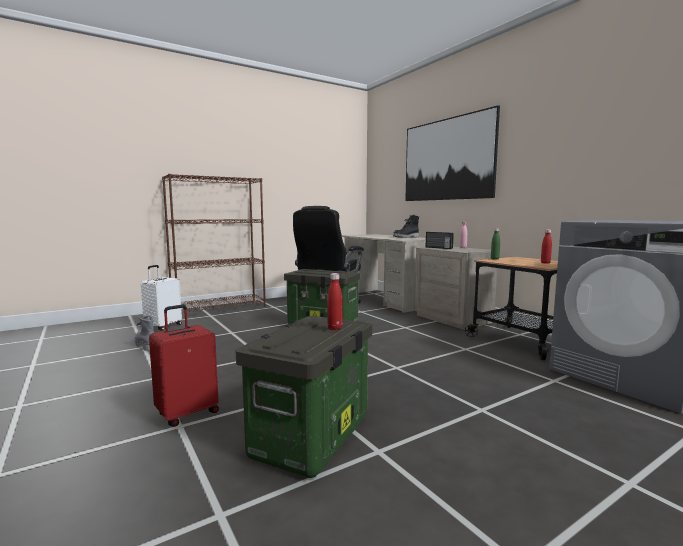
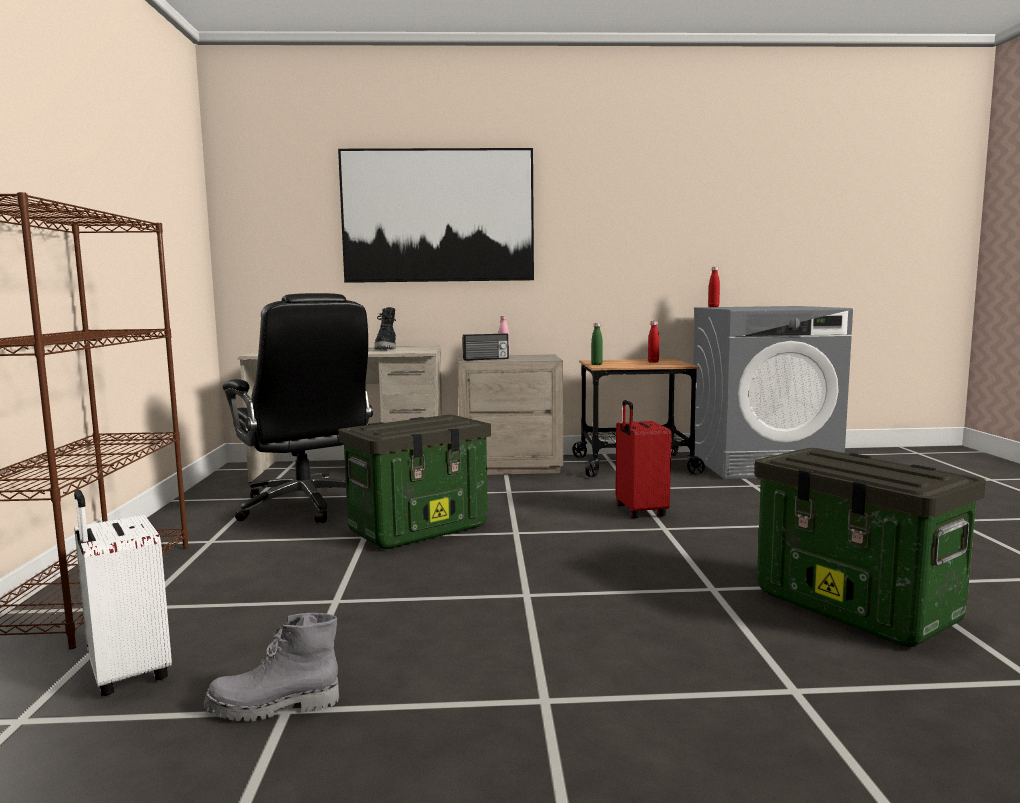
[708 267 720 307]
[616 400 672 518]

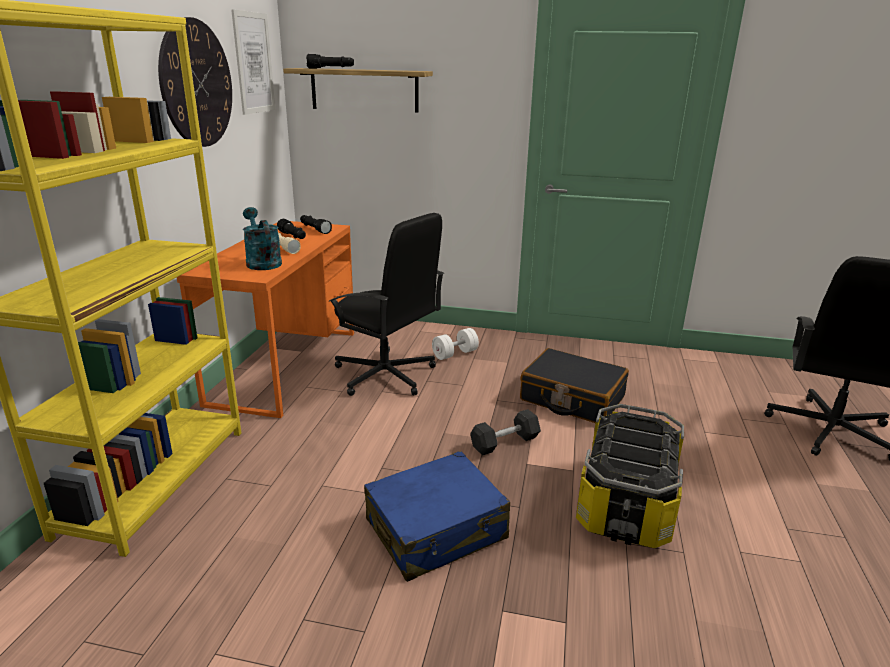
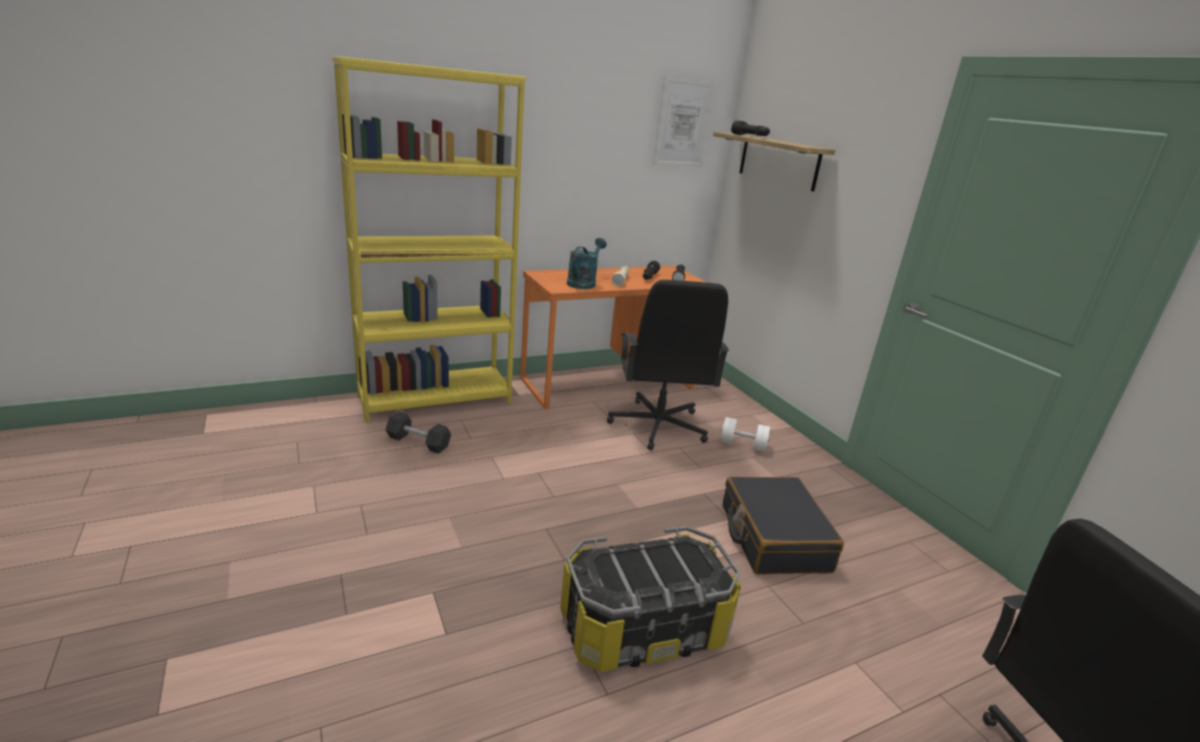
[158 17 232 147] (first image)
[385 411 451 454]
[364 451 510 582] (first image)

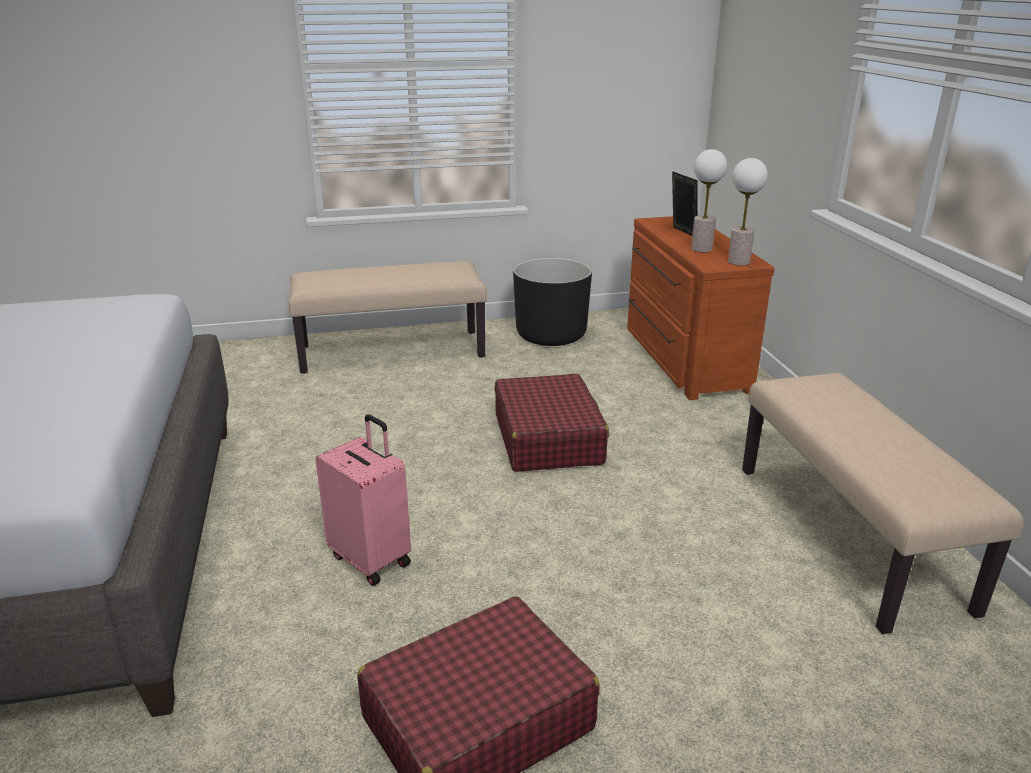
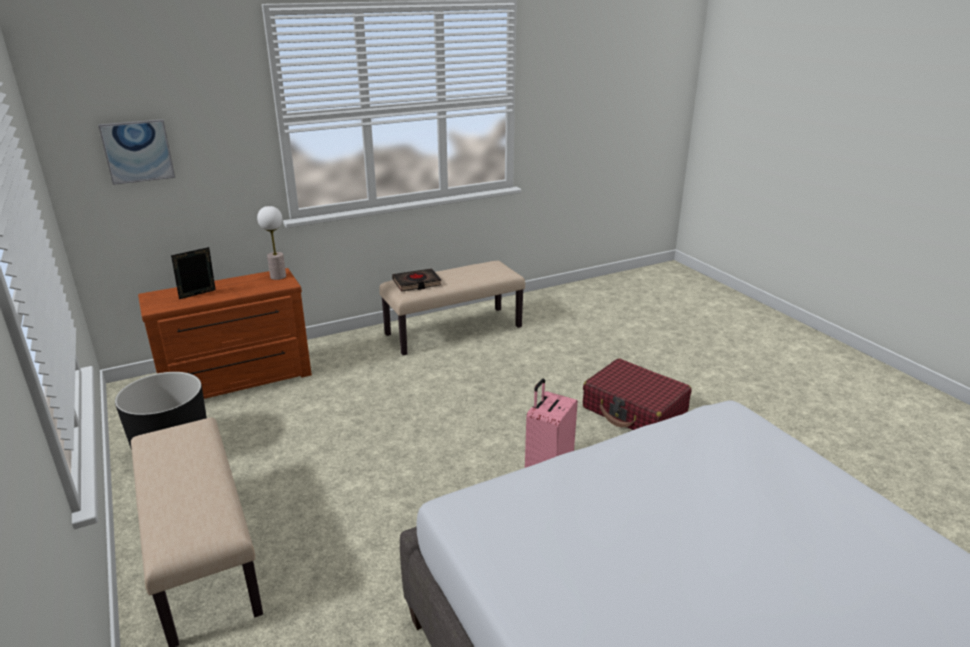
[691 149 727 252] (first image)
[495 374 609 472] (first image)
[98 119 175 185]
[392 268 441 292]

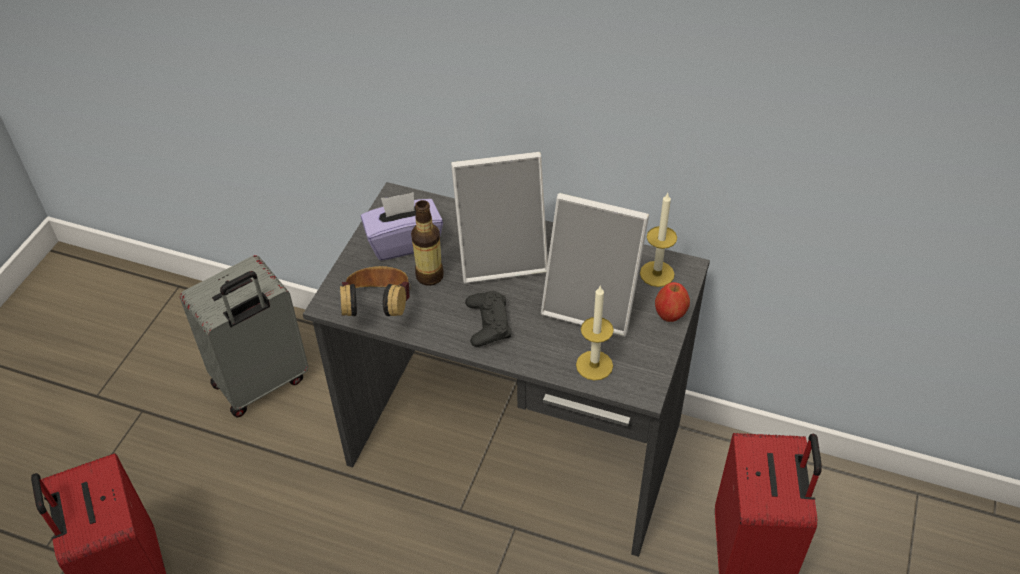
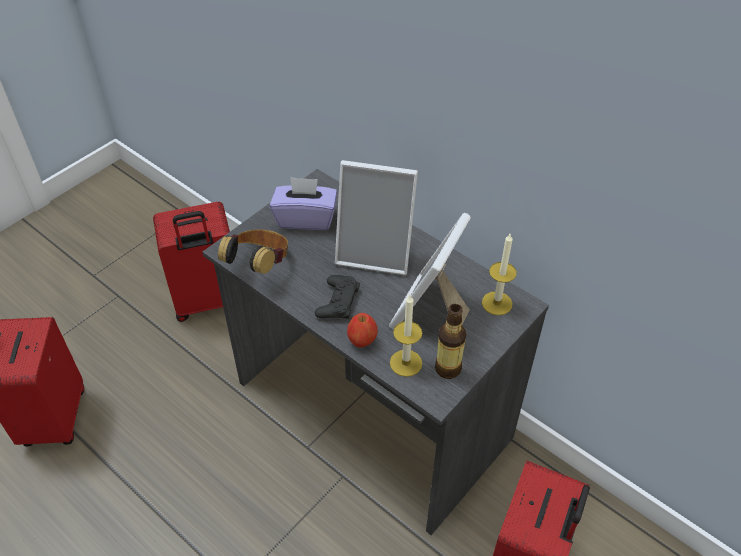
[389 213 471 330]
[435 304 466 379]
[153 202 230 322]
[347 313 378 347]

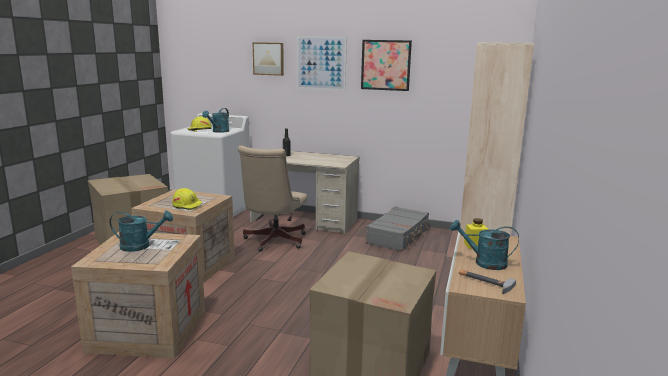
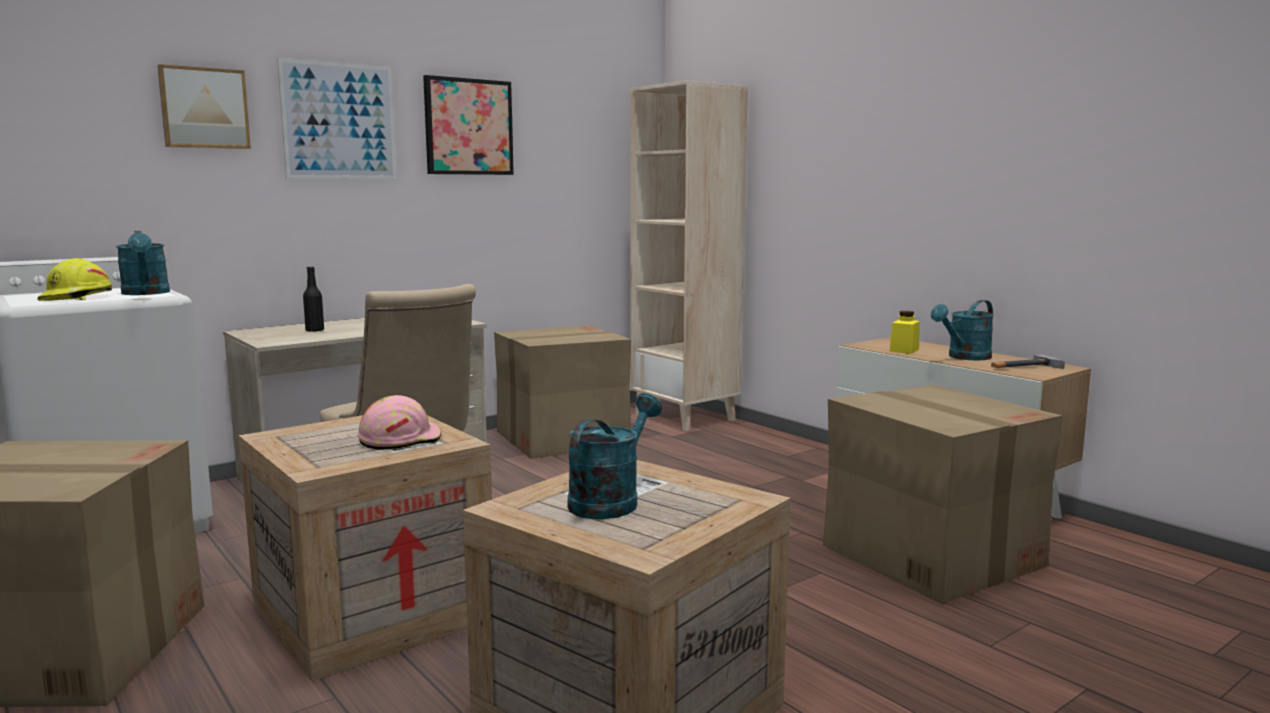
[358 395 441 450]
[494 325 631 459]

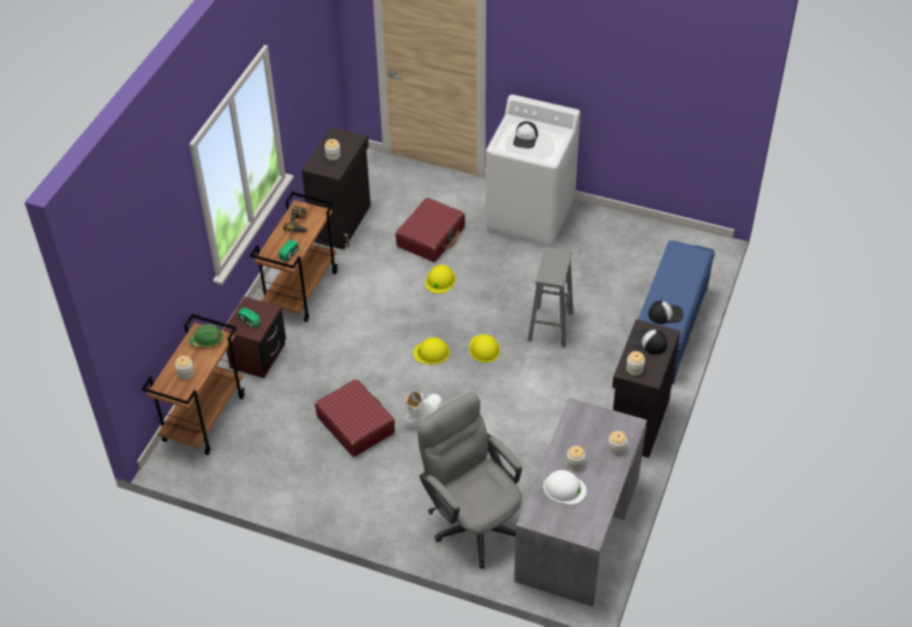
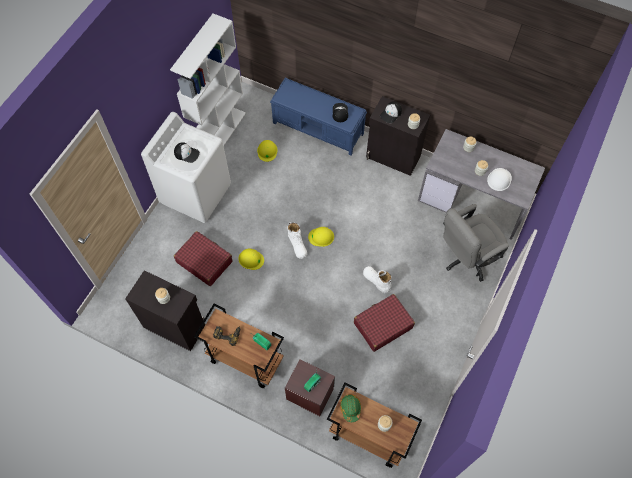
[528 247 573 347] (first image)
[257 140 278 162]
[170 14 246 146]
[287 223 307 259]

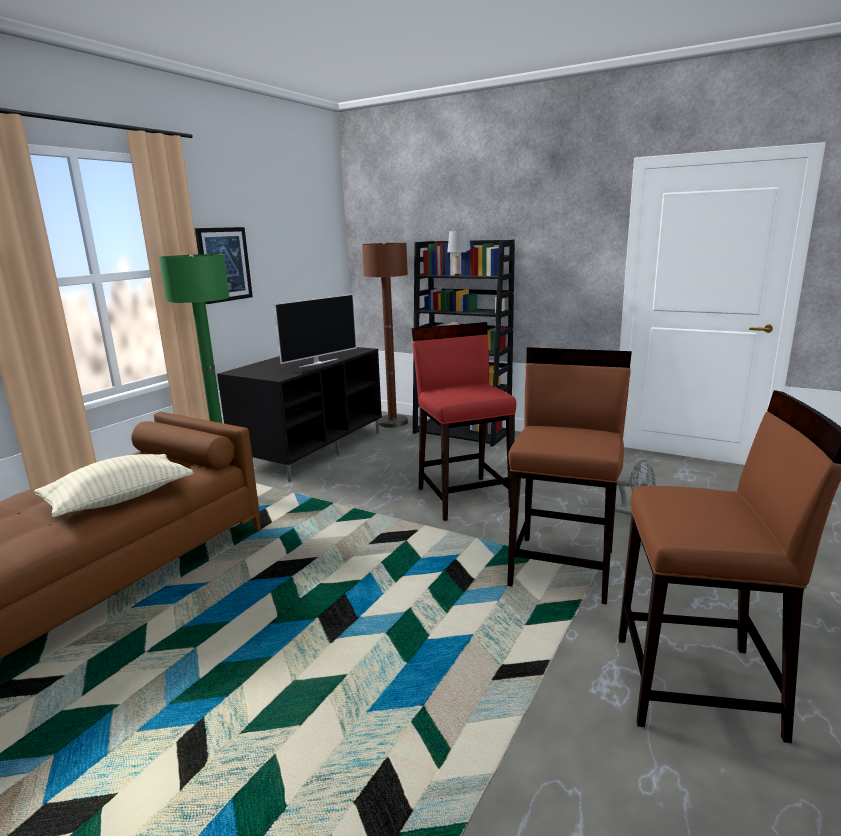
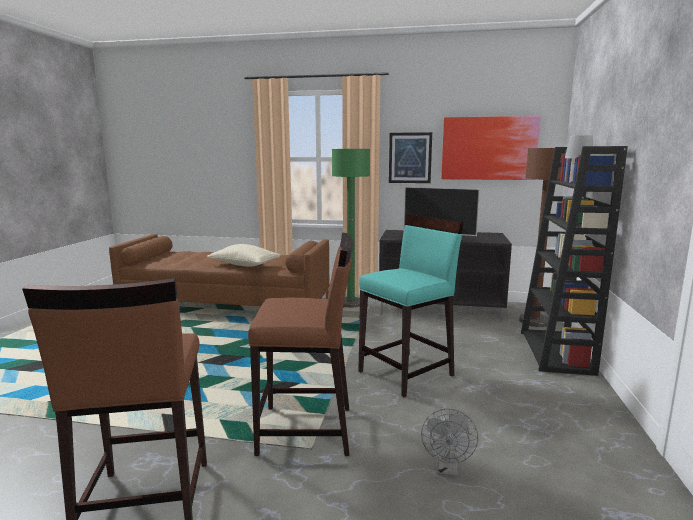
[358 214 464 397]
[441 116 541 180]

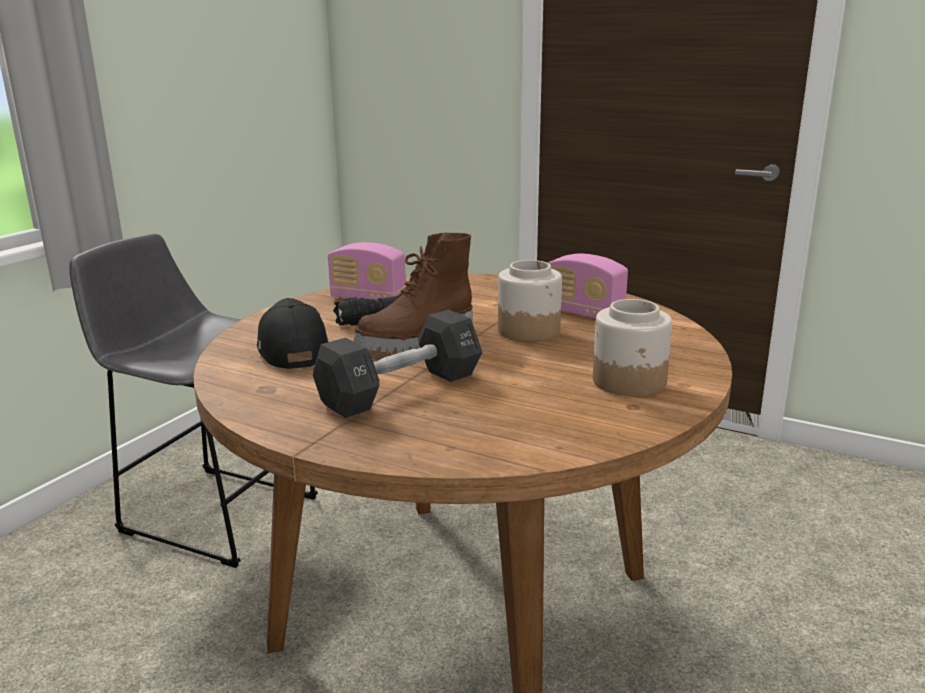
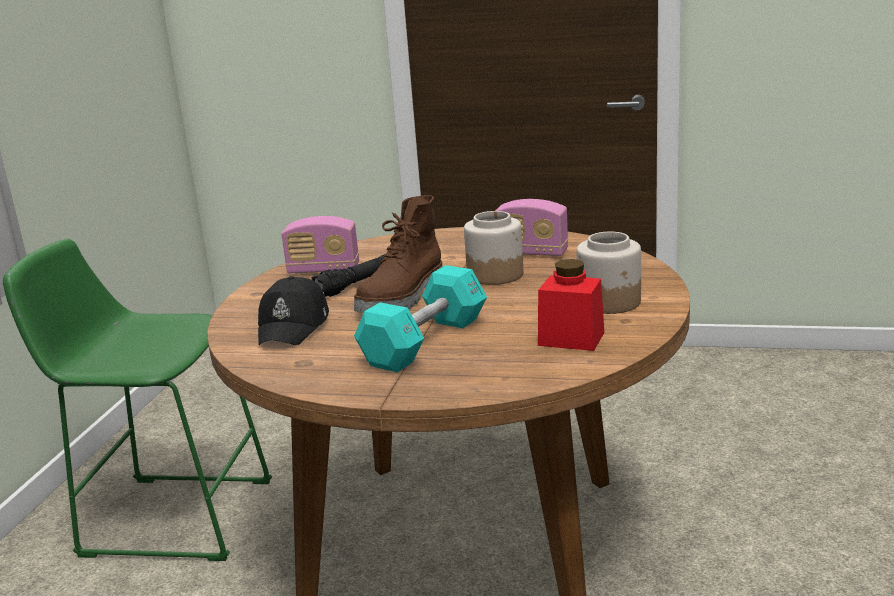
[3 239 272 561]
[258 276 329 345]
[354 265 487 372]
[538 259 604 351]

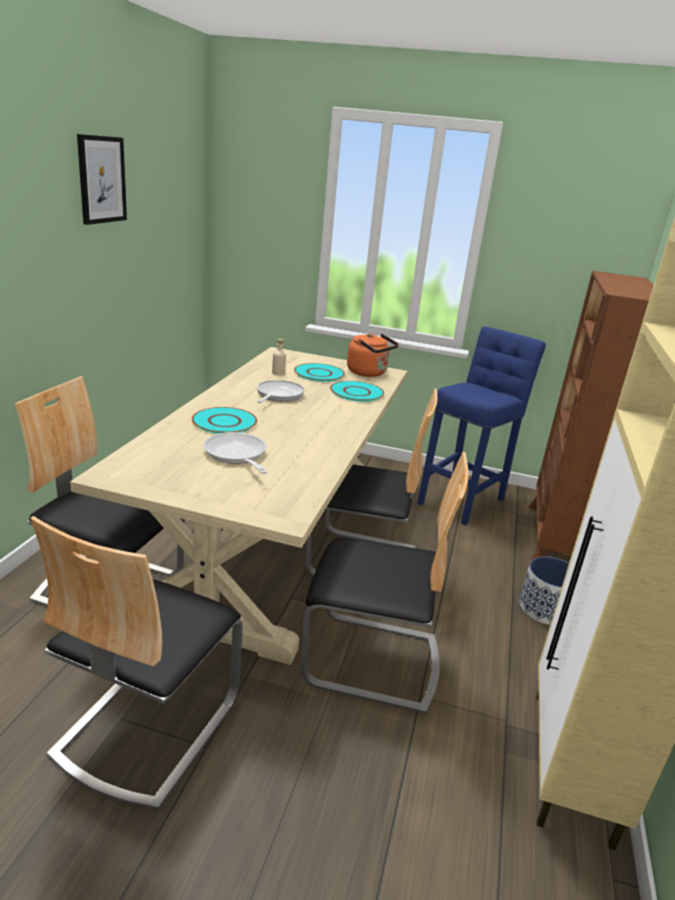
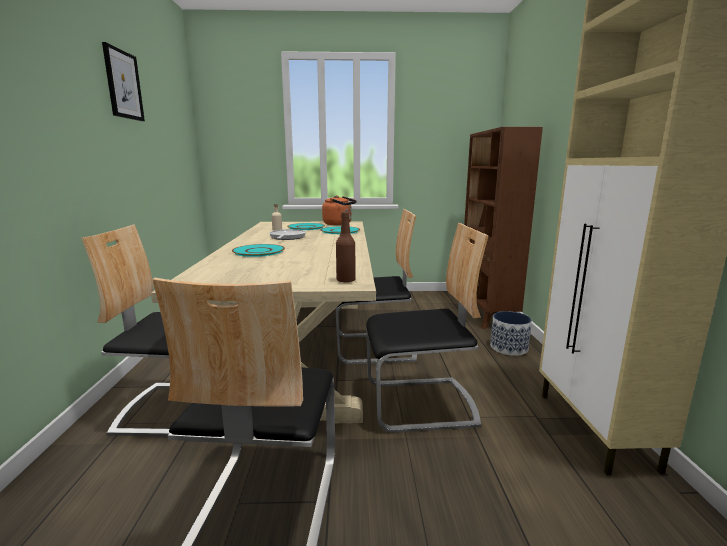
[417 327 546 525] (first image)
[203 432 267 474] (first image)
[336 211 356 283]

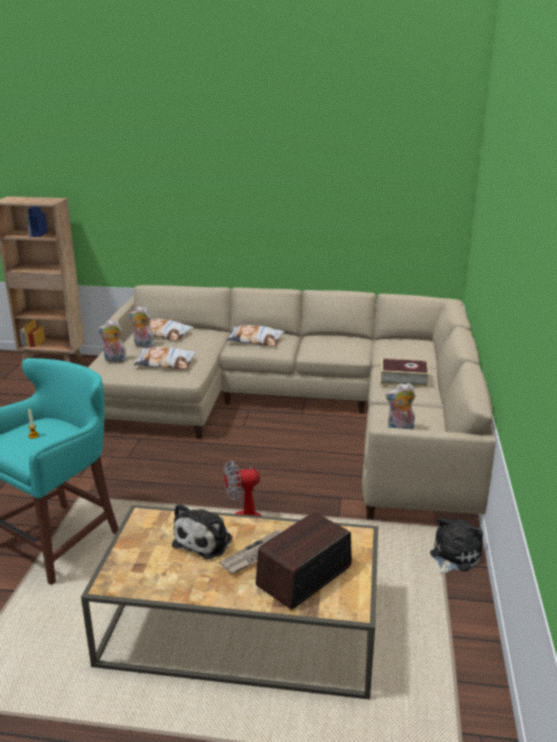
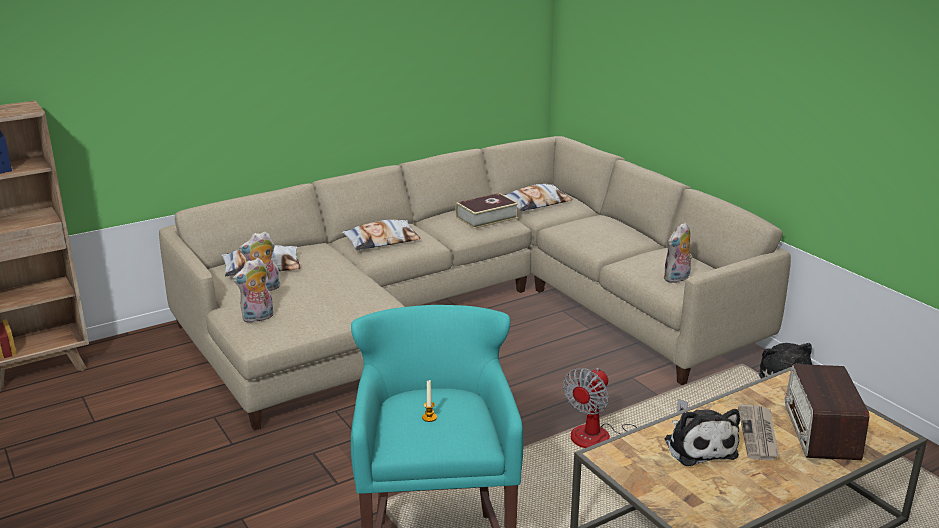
[504 184 573 211]
[456 193 519 229]

